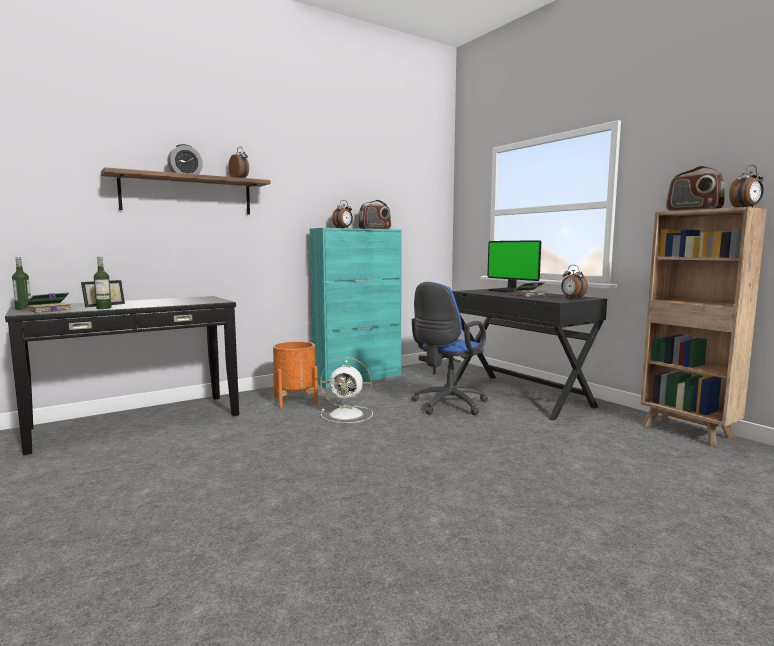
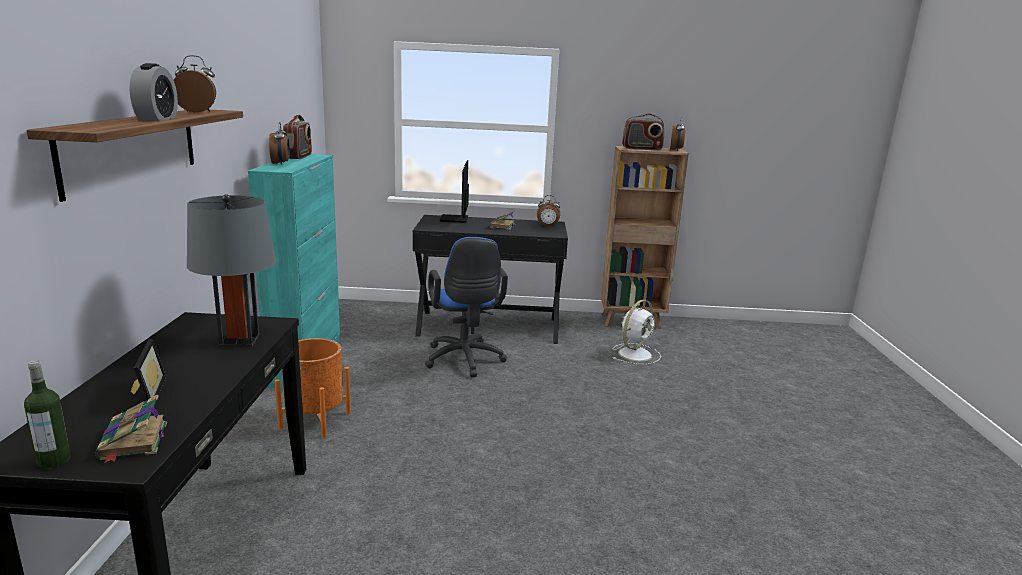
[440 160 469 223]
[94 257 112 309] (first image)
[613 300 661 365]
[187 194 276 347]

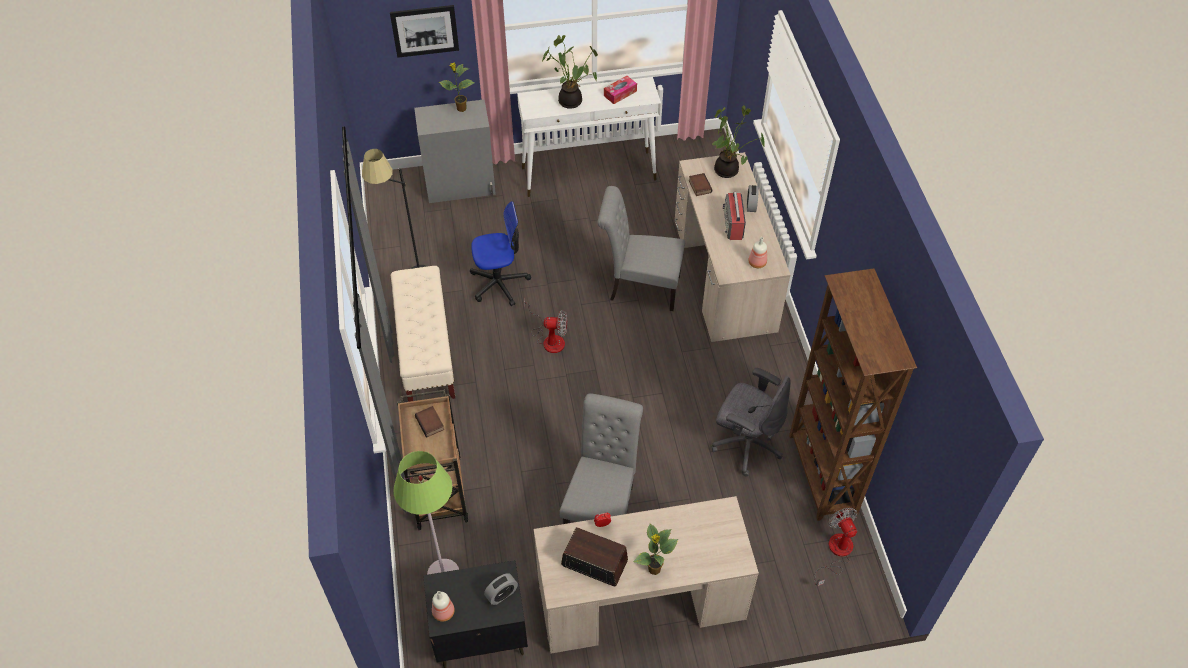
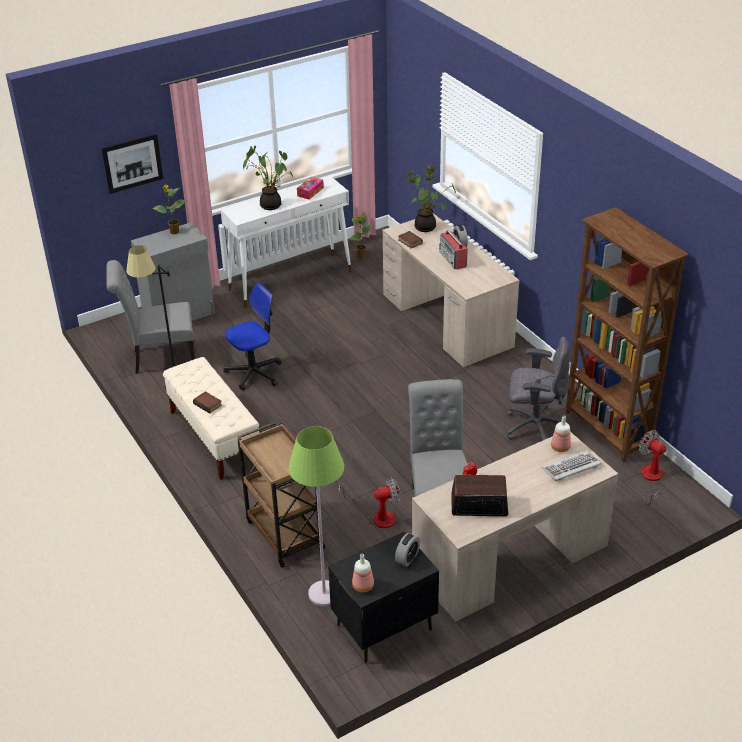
[106 260 195 374]
[551 416 571 452]
[338 477 401 528]
[193 391 222 414]
[350 215 371 258]
[541 451 602 482]

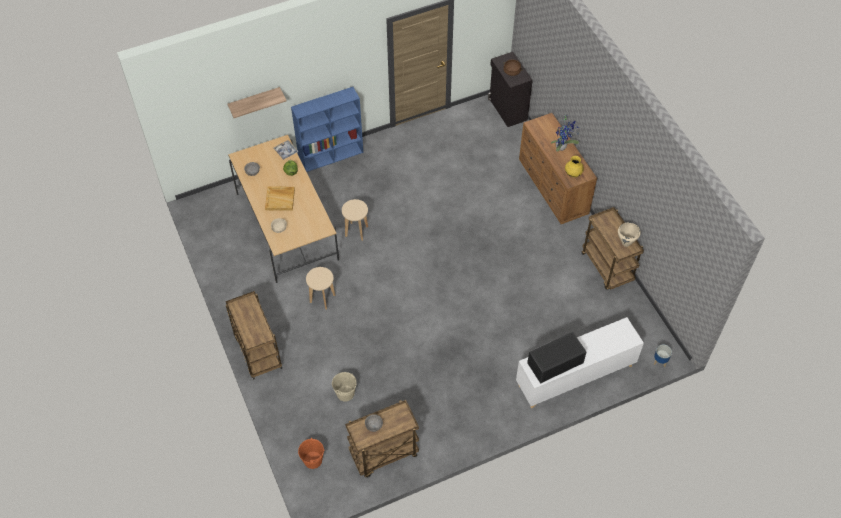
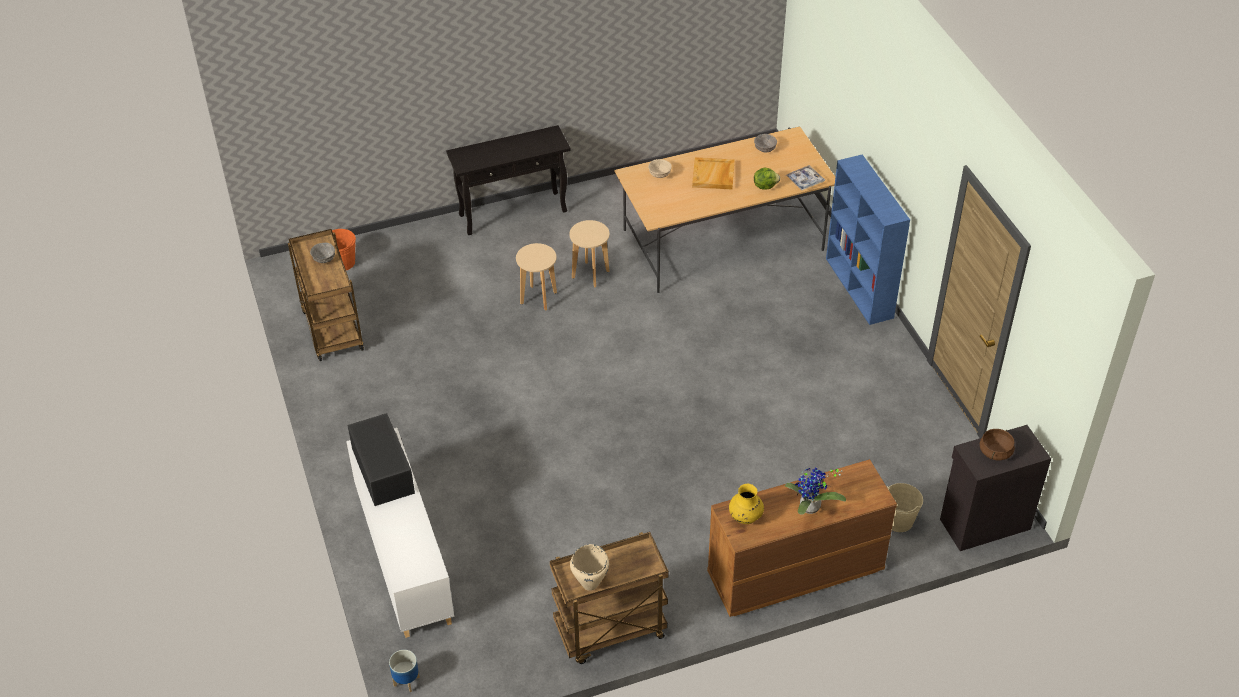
[227 87 286 118] (first image)
[516 243 557 311]
[446 125 571 235]
[887 483 923 532]

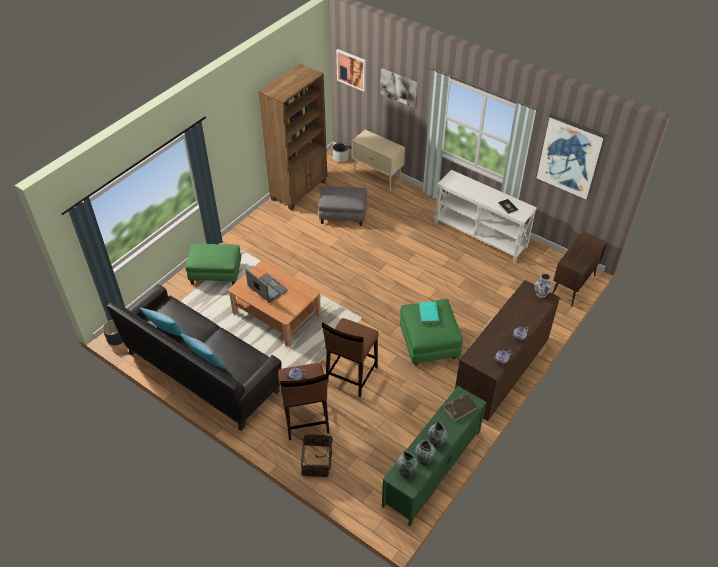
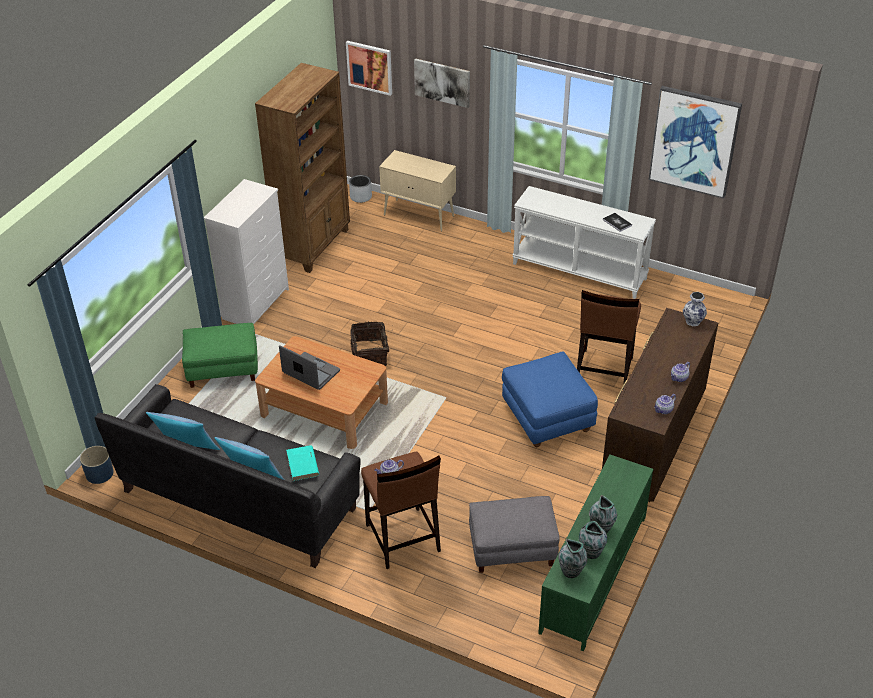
[469 496 560 573]
[552 231 608 307] (first image)
[502 351 598 447]
[286 445 319 481]
[577 290 641 385]
[443 393 478 422] (first image)
[350 322 389 366]
[204 179 289 325]

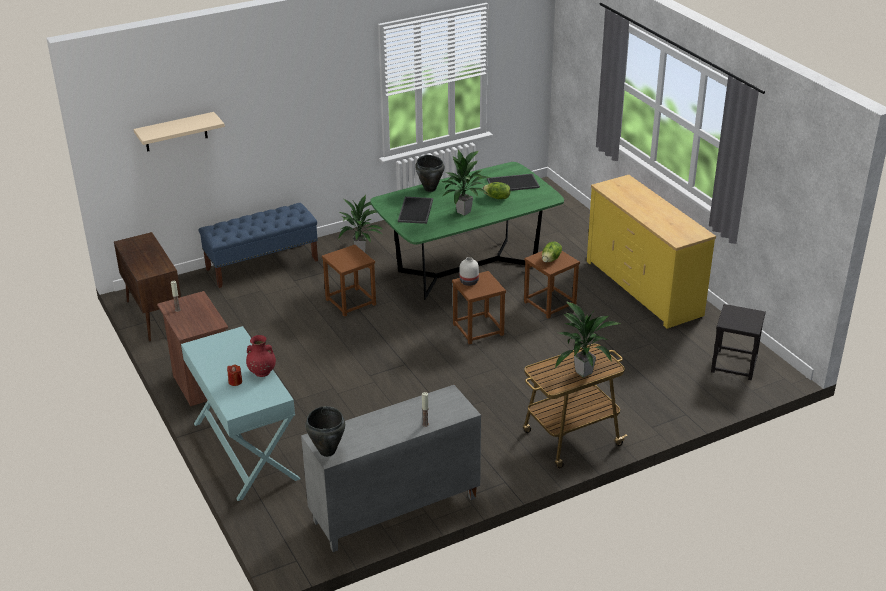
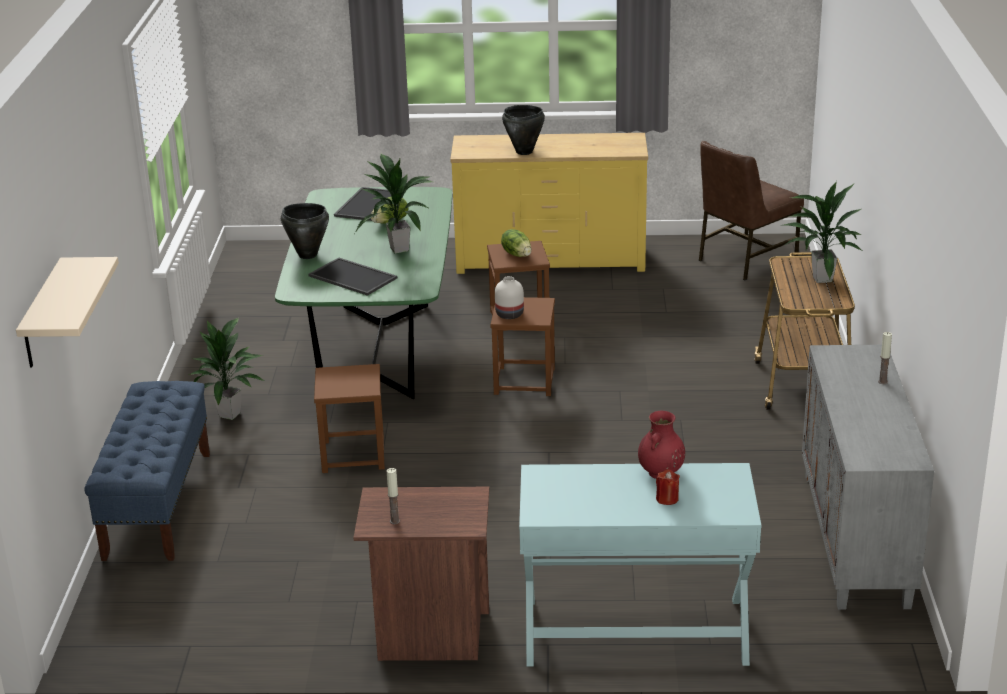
[114 232 181 342] (first image)
[699 141 804 280]
[502 105 545 155]

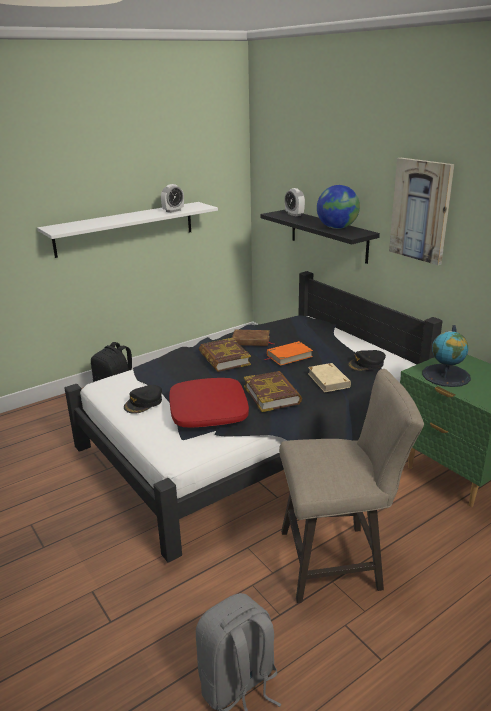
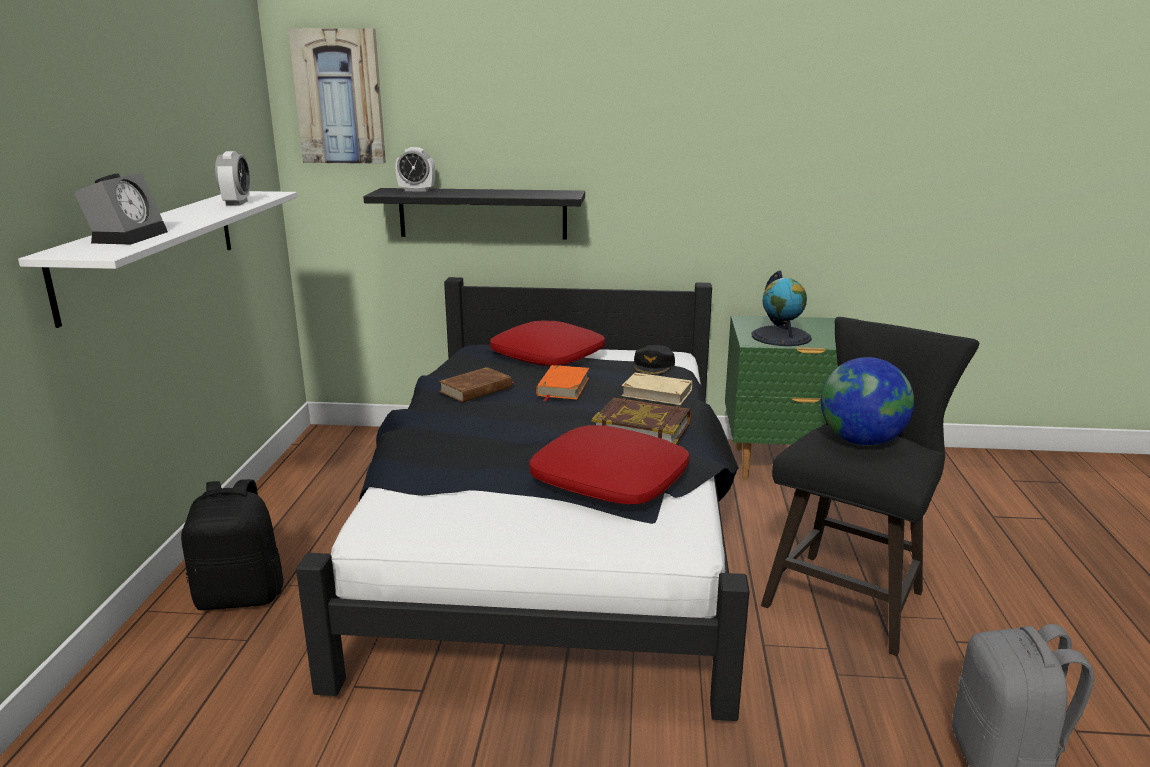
[288 28 386 164]
[821 357 914 446]
[199 338 251 372] (first image)
[761 317 979 656]
[124 385 162 414] (first image)
[74 173 168 245]
[490 321 605 366]

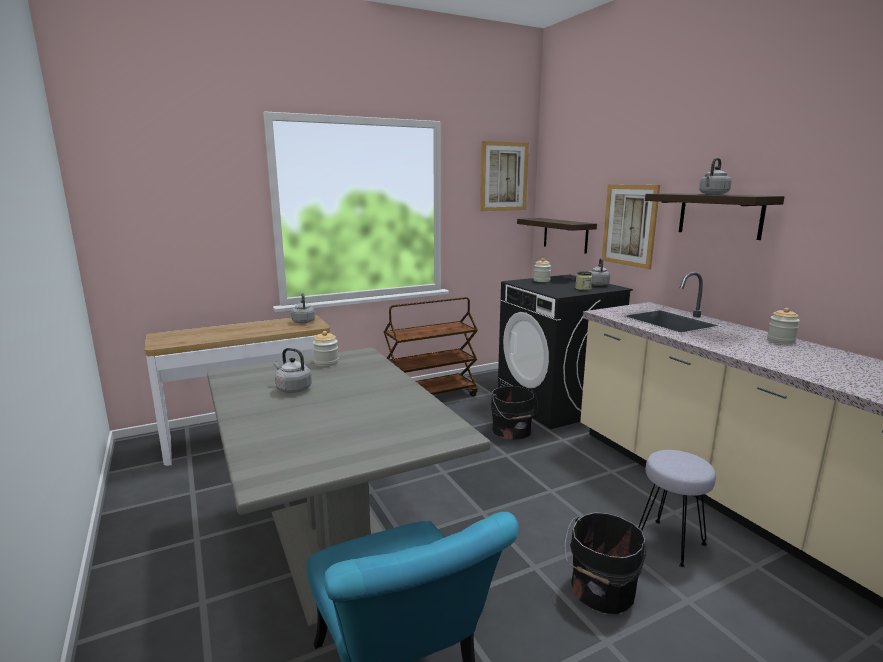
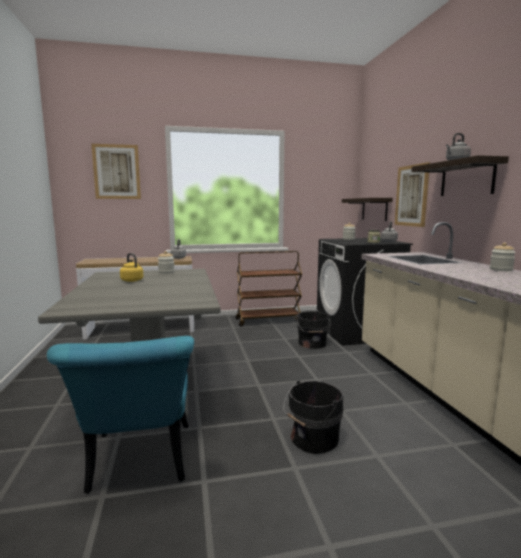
[91 144 141 199]
[120 253 143 282]
[638 450 716 567] (first image)

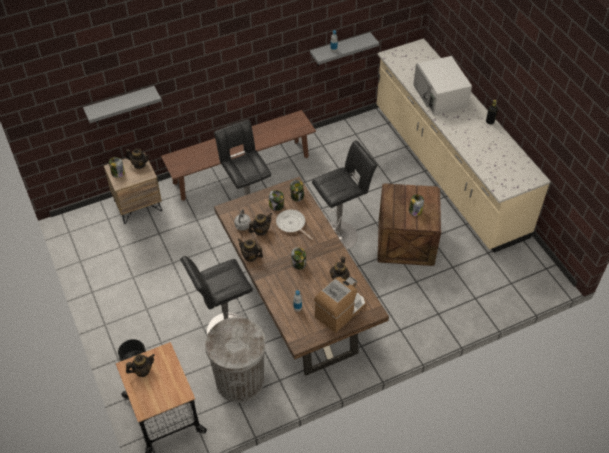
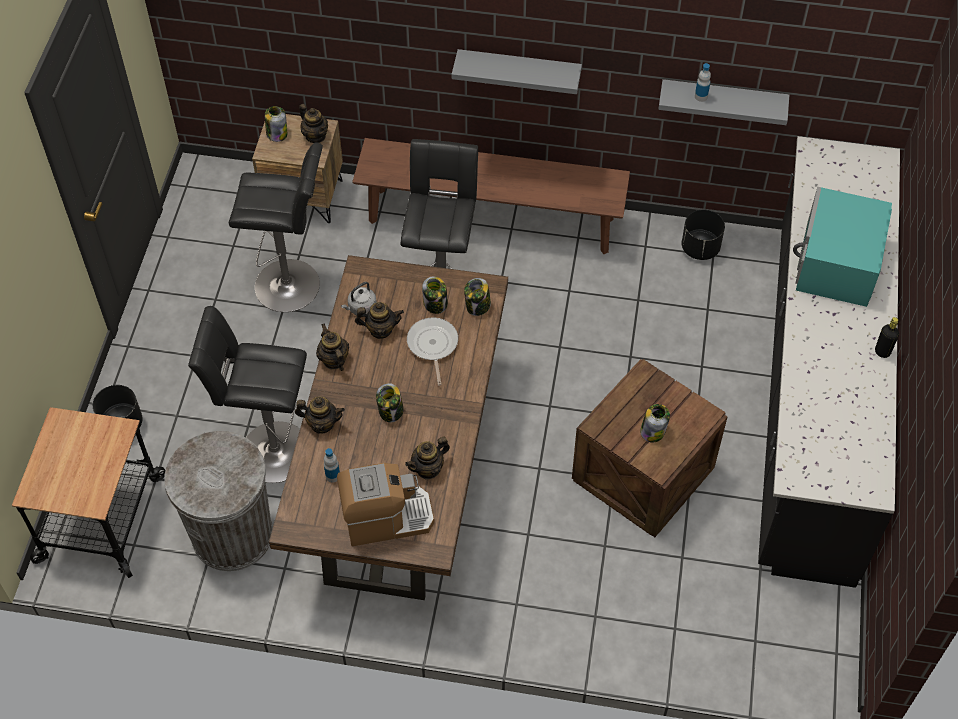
[758 136 900 588]
[793 187 892 307]
[452 49 582 94]
[229 143 323 312]
[295 397 345 434]
[681 210 725 260]

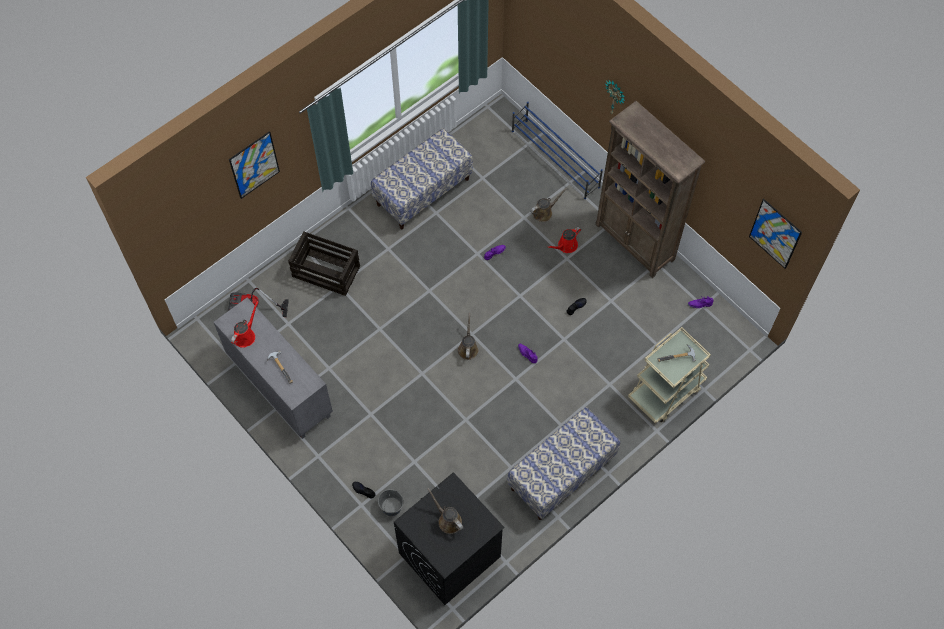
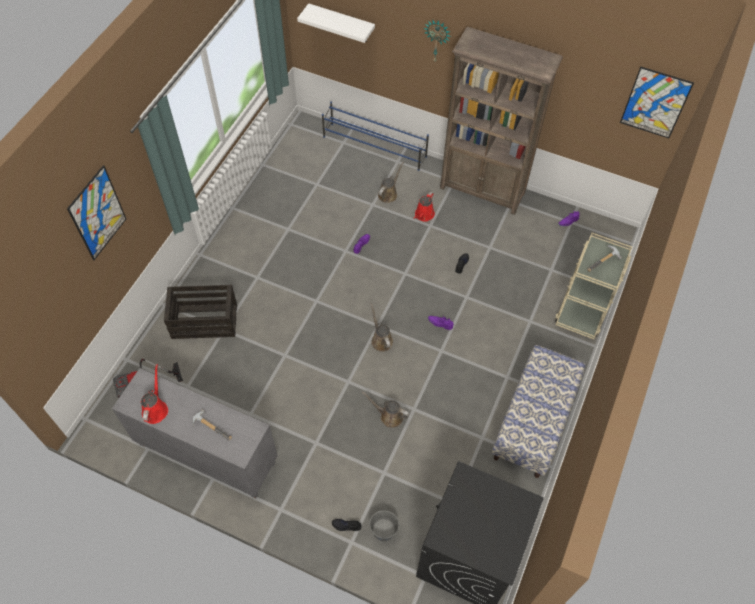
[371 128 473 229] (first image)
[362 392 409 428]
[297 3 375 43]

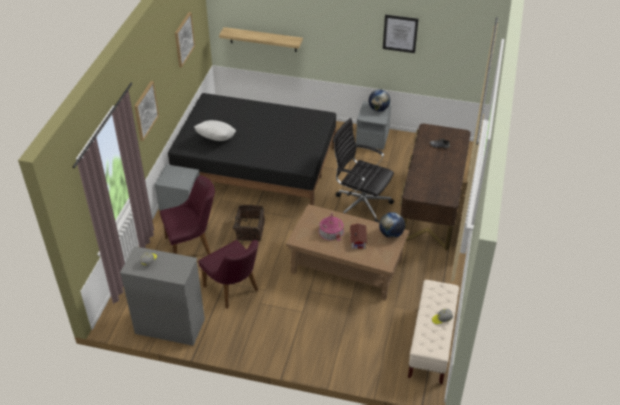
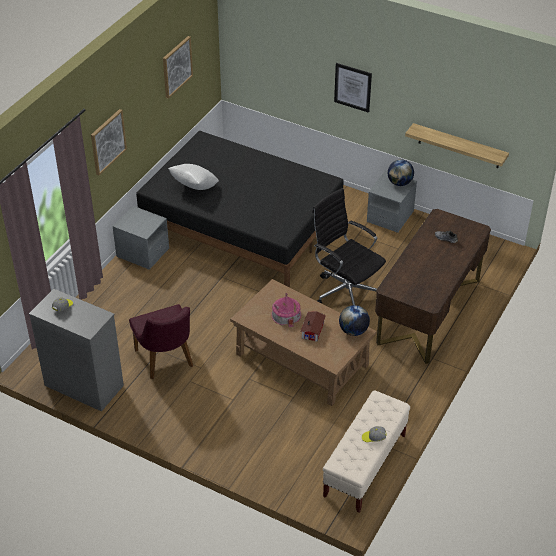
[334 63 372 113]
[405 123 509 168]
[160 175 215 254] (first image)
[228 205 265 241] (first image)

